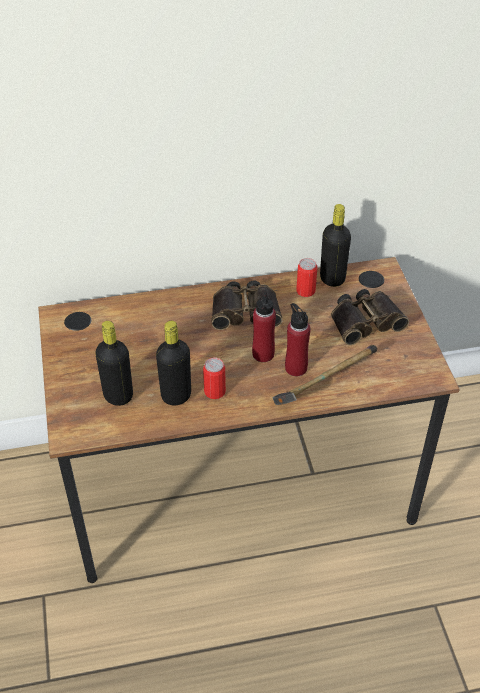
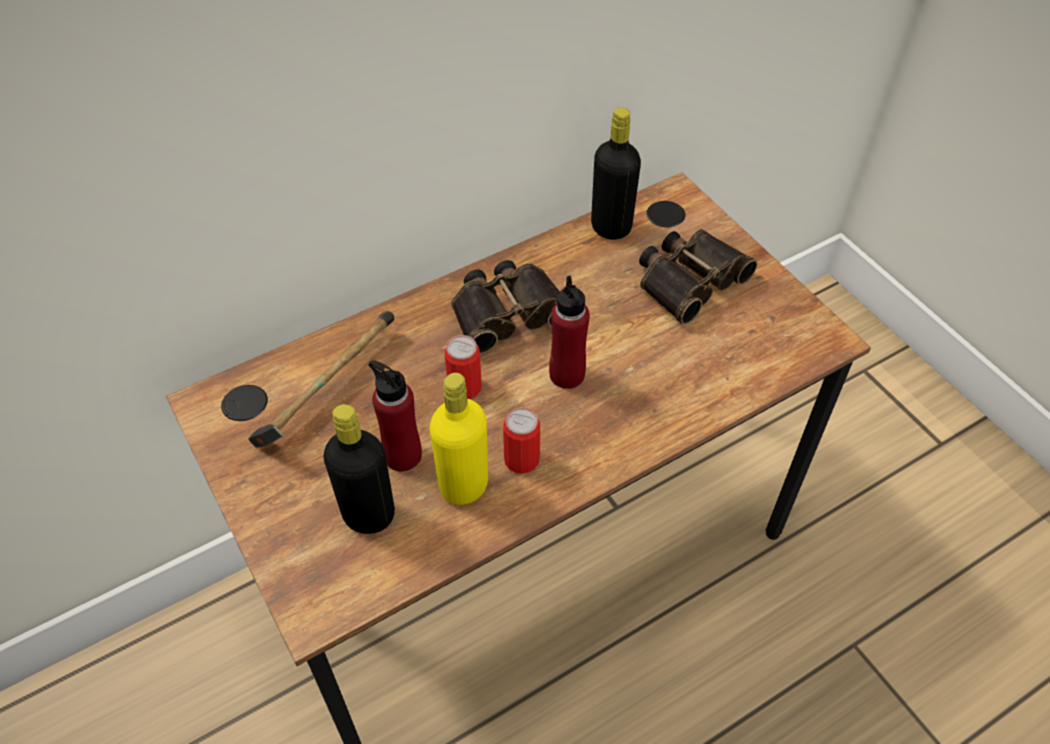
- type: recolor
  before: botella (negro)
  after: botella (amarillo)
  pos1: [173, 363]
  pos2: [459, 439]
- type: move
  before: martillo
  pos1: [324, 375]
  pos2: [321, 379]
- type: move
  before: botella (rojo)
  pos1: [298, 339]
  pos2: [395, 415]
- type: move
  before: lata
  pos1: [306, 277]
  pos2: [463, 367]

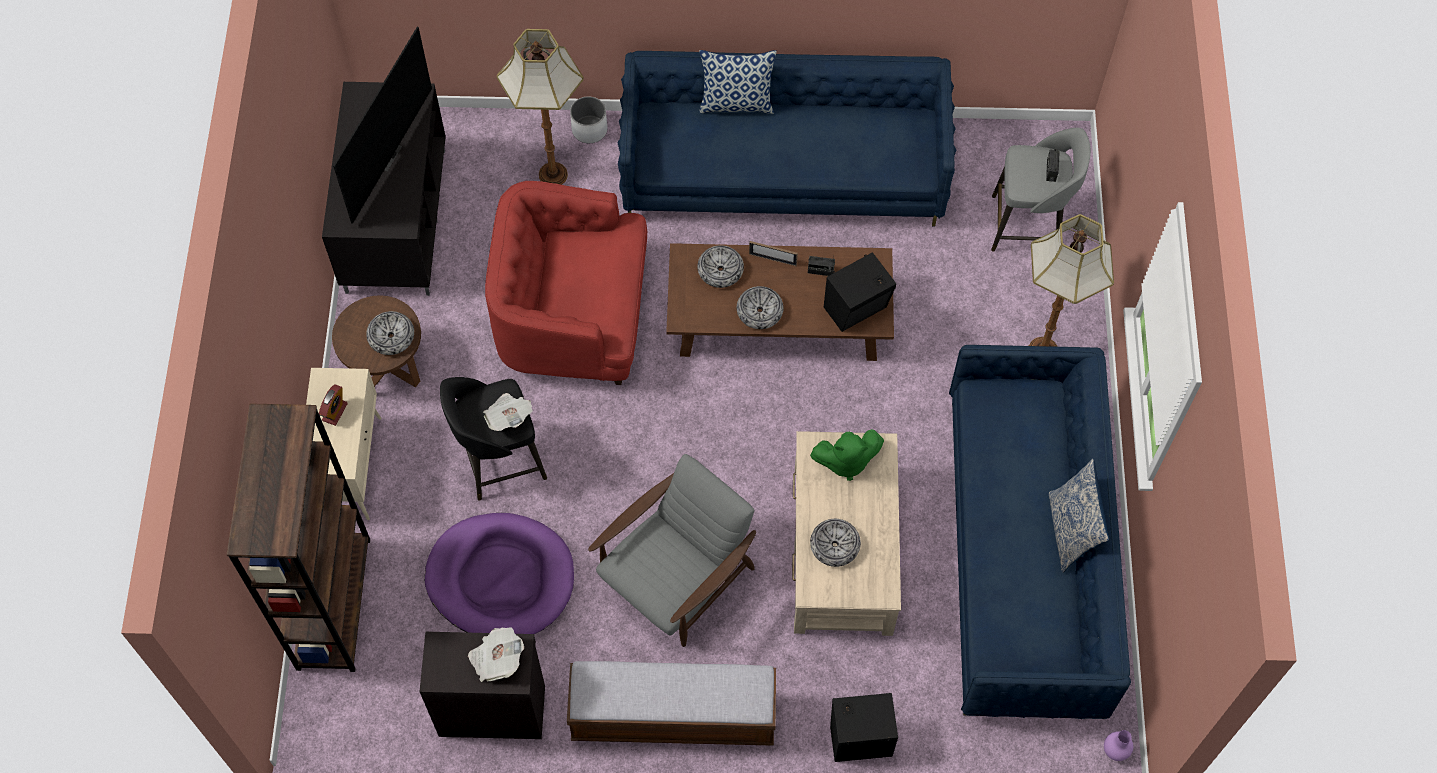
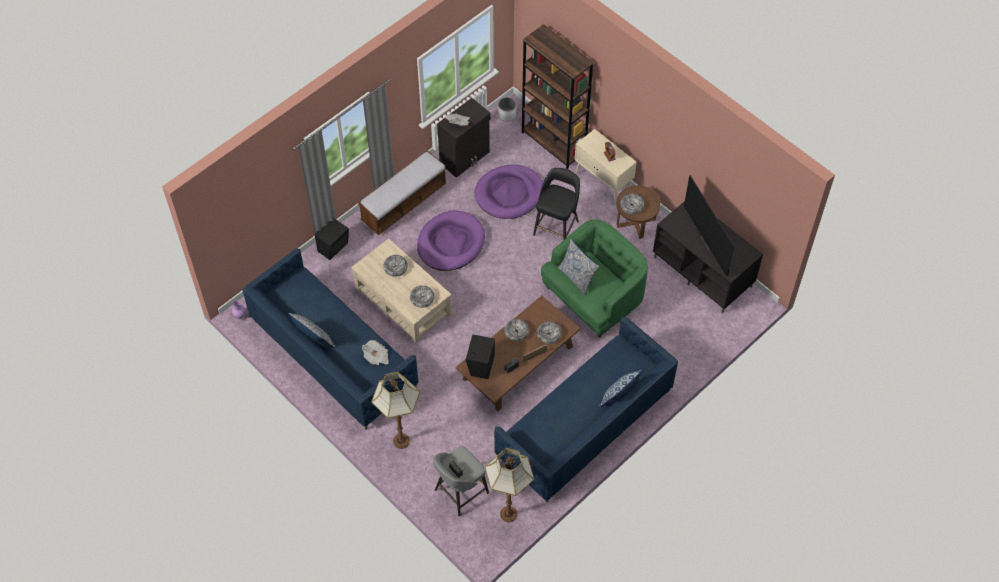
- type: move
  before: periódico
  pos1: [508, 412]
  pos2: [375, 352]
- type: recolor
  before: sillón (rojo)
  after: sillón (verde)
  pos1: [566, 283]
  pos2: [594, 278]
- type: move
  before: lámpara de pie
  pos1: [540, 107]
  pos2: [509, 485]
- type: move
  before: maceta (blanco)
  pos1: [589, 119]
  pos2: [507, 109]
- type: replace
  before: sillón (gris)
  after: cama para perro (morado)
  pos1: [672, 550]
  pos2: [451, 240]
- type: replace
  before: peluche (verde)
  after: cuenco
  pos1: [847, 455]
  pos2: [422, 296]
- type: insert
  after: cojín
  pos2: [578, 267]

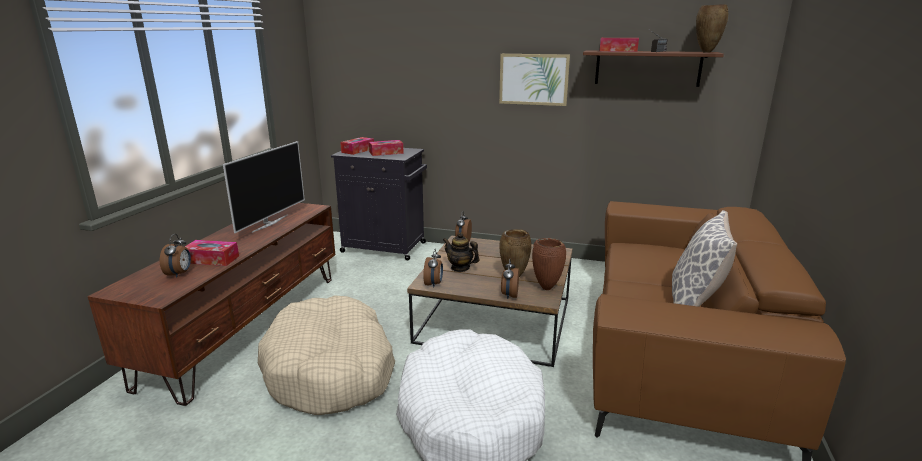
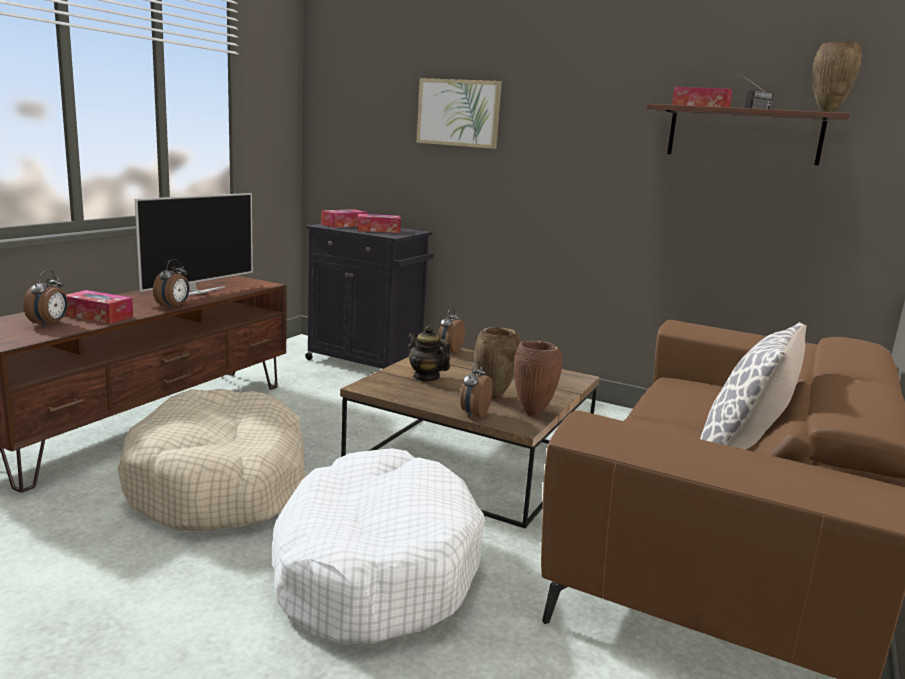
- type: move
  before: despertador
  pos1: [433, 268]
  pos2: [171, 284]
- type: move
  before: cuadro
  pos1: [534, 80]
  pos2: [459, 113]

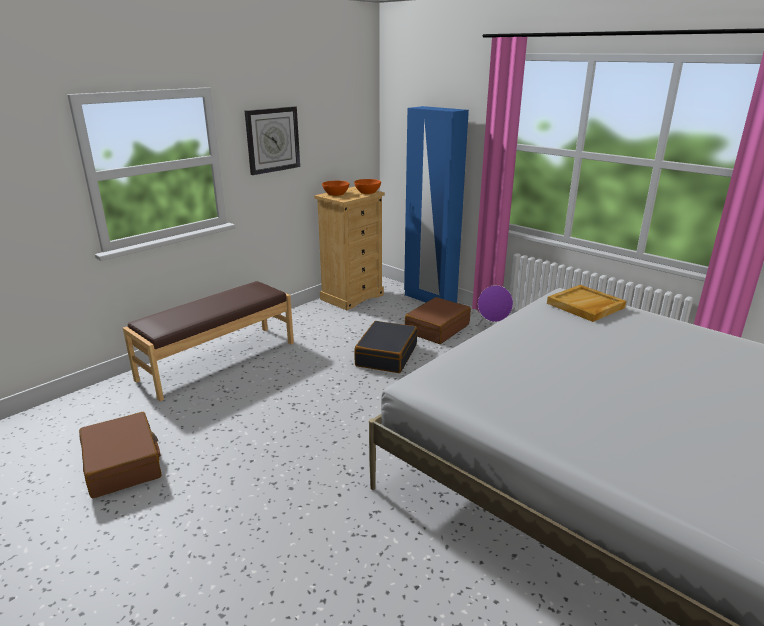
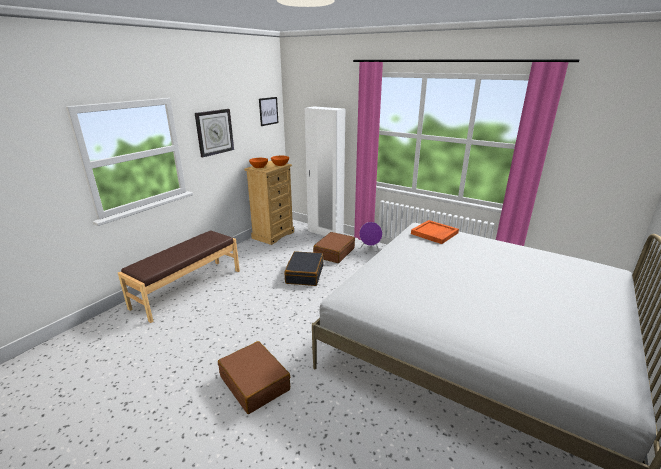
- type: move
  before: maleta (marrón)
  pos1: [120, 455]
  pos2: [254, 377]
- type: recolor
  before: armario ropero (azul)
  after: armario ropero (blanco)
  pos1: [436, 204]
  pos2: [325, 171]
- type: recolor
  before: bandeja (beis)
  after: bandeja (naranja)
  pos1: [586, 303]
  pos2: [435, 232]
- type: insert
  after: cuadro
  pos2: [268, 111]

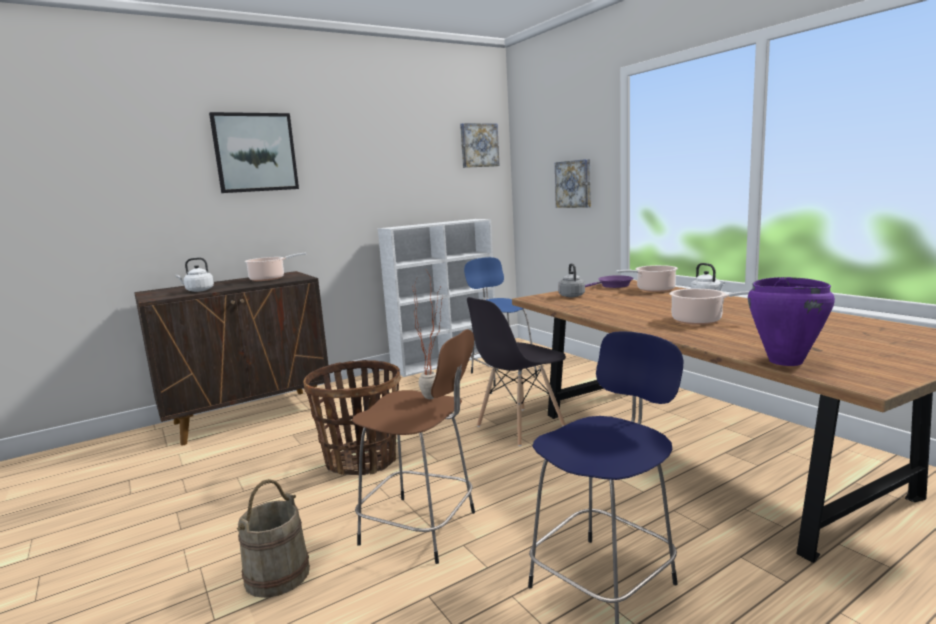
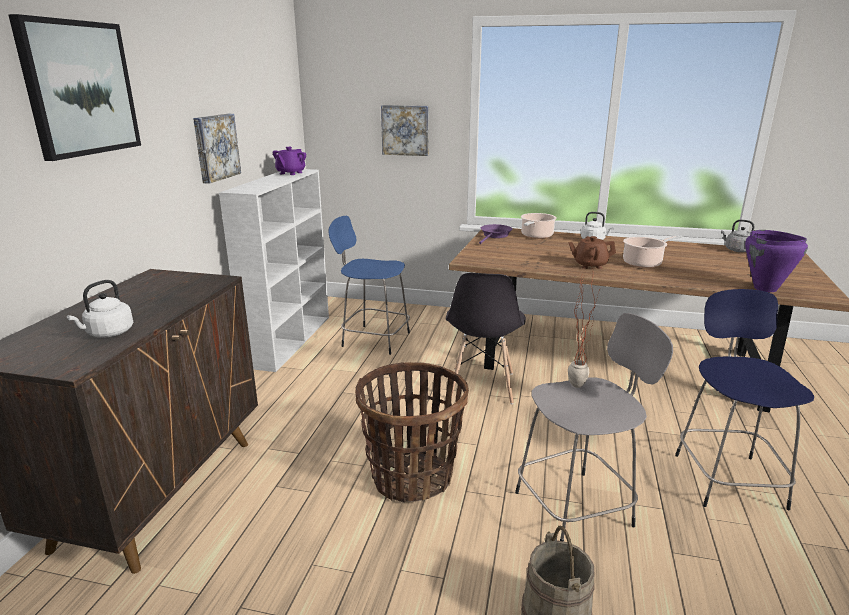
- type: delete
  before: olla
  pos1: [275, 267]
- type: recolor
  before: taburete (marrón)
  after: taburete (gris)
  pos1: [413, 446]
  pos2: [594, 427]
- type: move
  before: cuadro
  pos1: [480, 145]
  pos2: [217, 149]
- type: move
  before: hervidor (gris)
  pos1: [571, 280]
  pos2: [738, 236]
- type: insert
  after: tetera (morado)
  pos2: [289, 161]
- type: insert
  after: tetera (marrón)
  pos2: [592, 252]

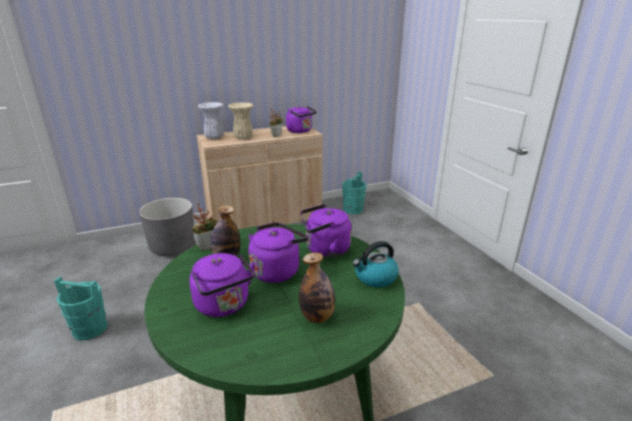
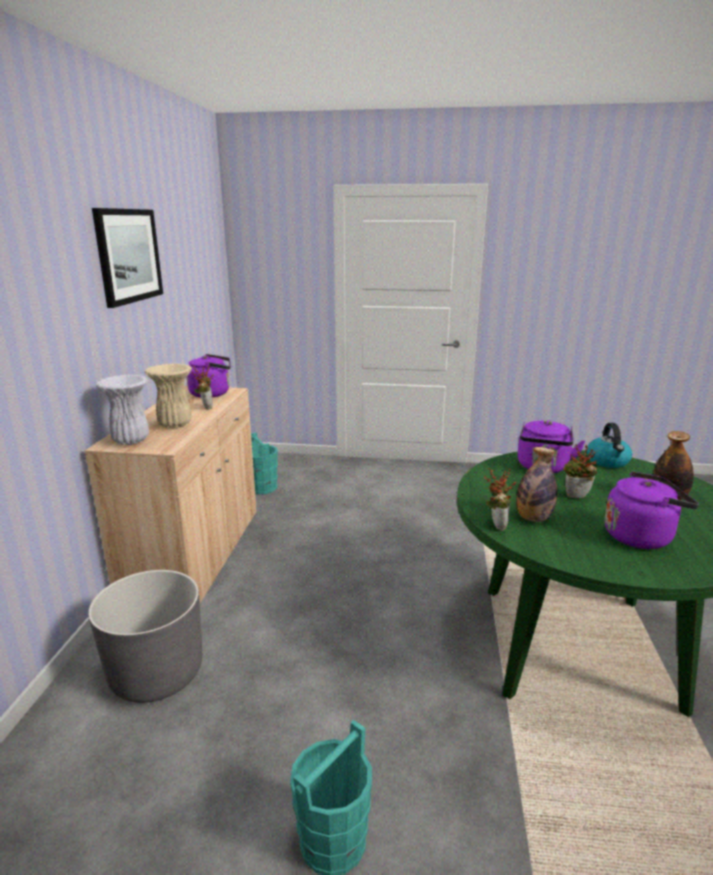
- type: replace
  before: hervidor (morado)
  after: planta en maceta
  pos1: [278, 252]
  pos2: [580, 471]
- type: insert
  after: cuadro
  pos2: [127, 258]

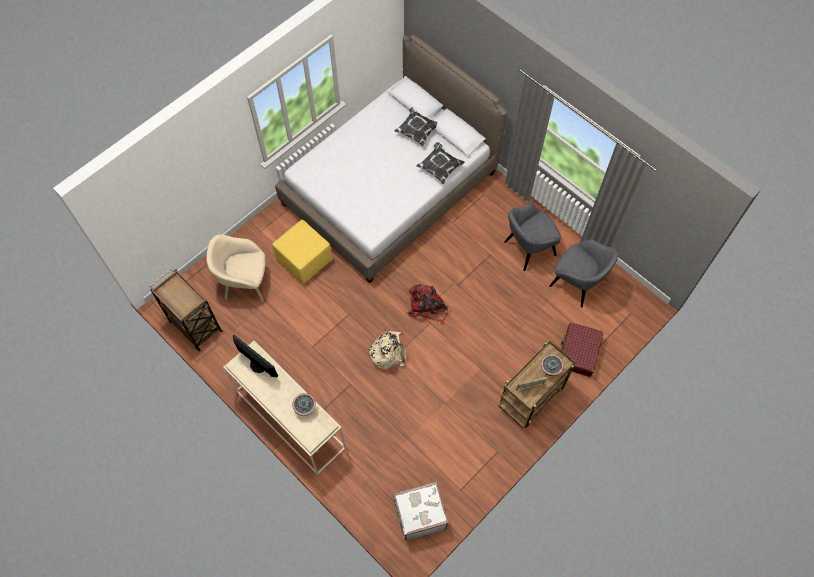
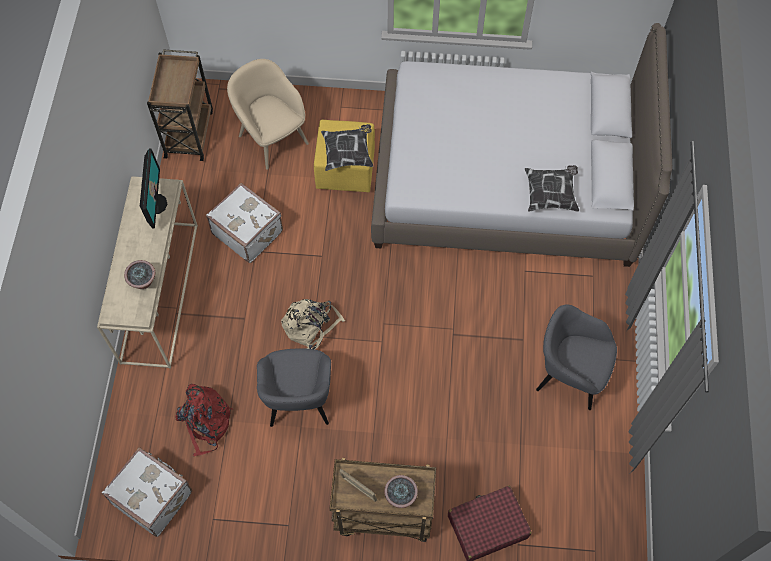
- type: move
  before: cojín
  pos1: [416, 126]
  pos2: [347, 147]
- type: move
  before: mochila (rojo)
  pos1: [427, 305]
  pos2: [204, 420]
- type: move
  before: sillón (gris)
  pos1: [583, 273]
  pos2: [294, 387]
- type: insert
  after: maleta (blanco)
  pos2: [244, 223]

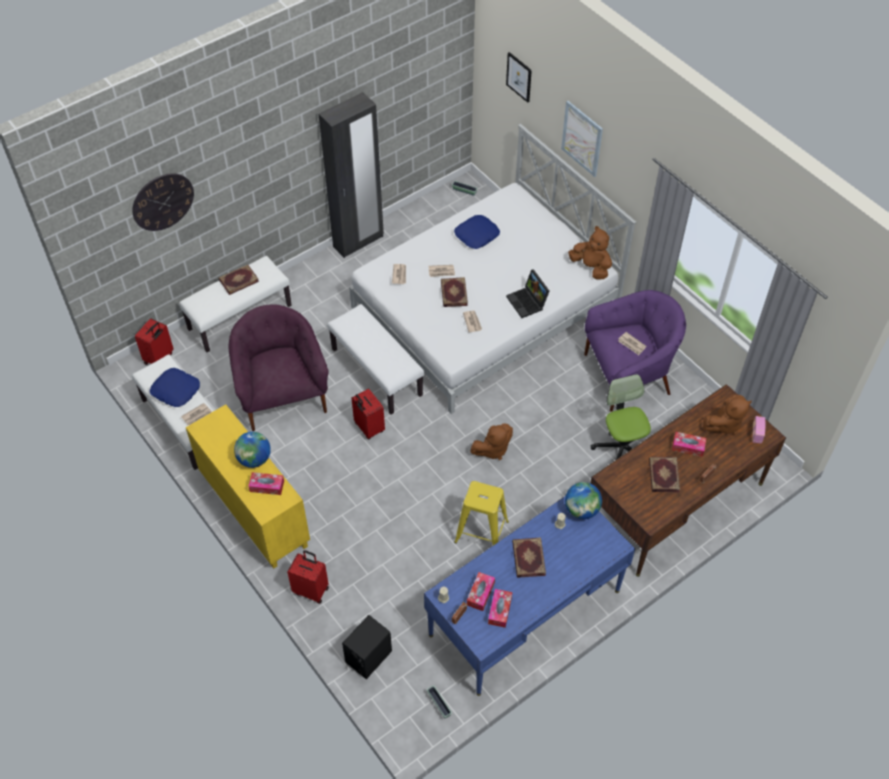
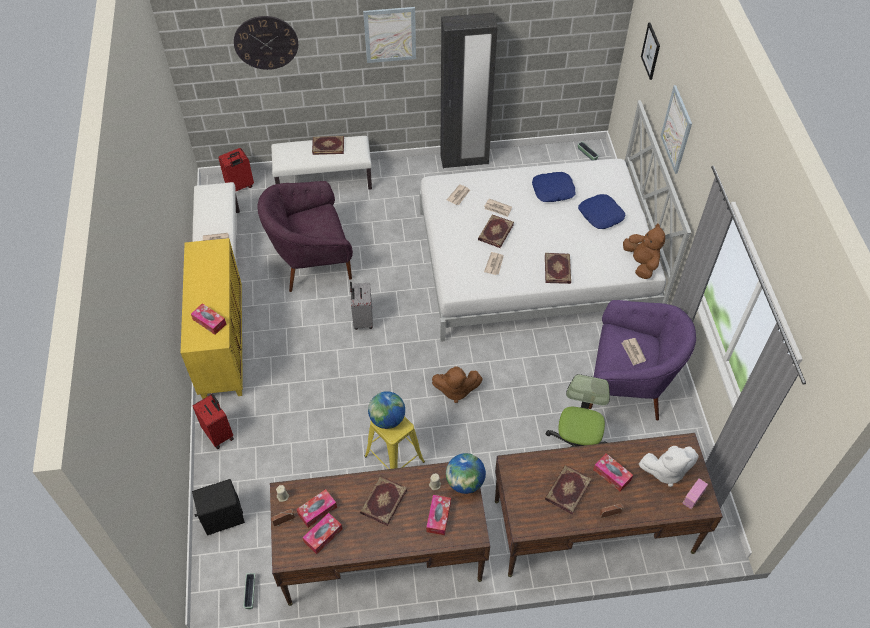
- type: move
  before: cojín (azul)
  pos1: [175, 387]
  pos2: [601, 211]
- type: rotate
  before: sillón (morado)
  pos1: [278, 367]
  pos2: [305, 236]
  turn: -120
- type: move
  before: globo terráqueo
  pos1: [252, 450]
  pos2: [386, 410]
- type: delete
  before: banco (blanco)
  pos1: [375, 359]
- type: recolor
  before: maleta (rojo)
  after: maleta (gris)
  pos1: [368, 414]
  pos2: [361, 306]
- type: recolor
  before: escritorio (azul)
  after: escritorio (marrón)
  pos1: [529, 596]
  pos2: [380, 534]
- type: replace
  before: portátil
  after: libro
  pos1: [528, 293]
  pos2: [558, 268]
- type: recolor
  before: peluche (marrón)
  after: peluche (blanco)
  pos1: [727, 415]
  pos2: [669, 466]
- type: insert
  after: cuadro
  pos2: [389, 35]
- type: insert
  after: caja de pañuelos
  pos2: [438, 515]

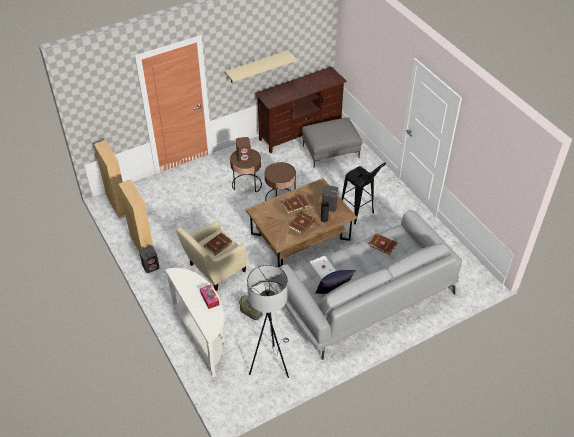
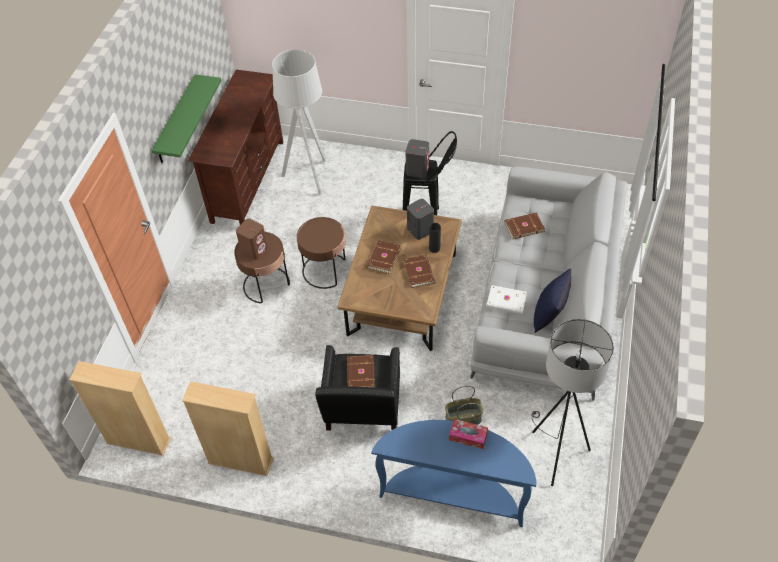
- type: move
  before: altavoz (gris)
  pos1: [149, 259]
  pos2: [417, 158]
- type: recolor
  before: mesa consola (blanco)
  after: mesa consola (azul)
  pos1: [195, 322]
  pos2: [453, 473]
- type: recolor
  before: sillón (beis)
  after: sillón (negro)
  pos1: [211, 255]
  pos2: [357, 387]
- type: recolor
  before: estante (beis)
  after: estante (verde)
  pos1: [260, 66]
  pos2: [186, 118]
- type: replace
  before: puf (gris)
  after: lámpara de pie (gris)
  pos1: [332, 142]
  pos2: [299, 122]

